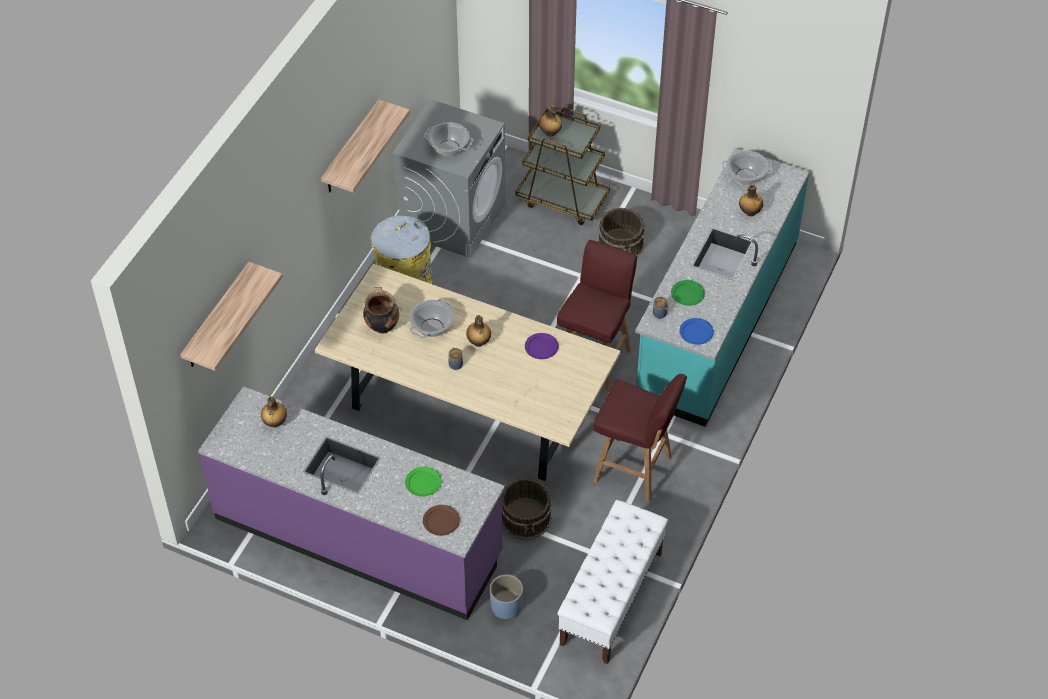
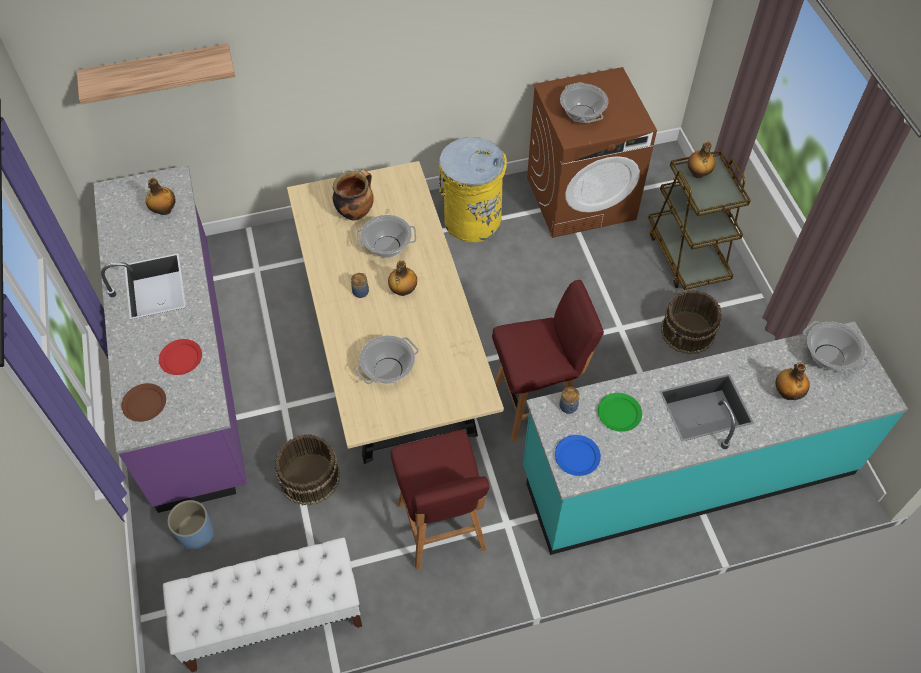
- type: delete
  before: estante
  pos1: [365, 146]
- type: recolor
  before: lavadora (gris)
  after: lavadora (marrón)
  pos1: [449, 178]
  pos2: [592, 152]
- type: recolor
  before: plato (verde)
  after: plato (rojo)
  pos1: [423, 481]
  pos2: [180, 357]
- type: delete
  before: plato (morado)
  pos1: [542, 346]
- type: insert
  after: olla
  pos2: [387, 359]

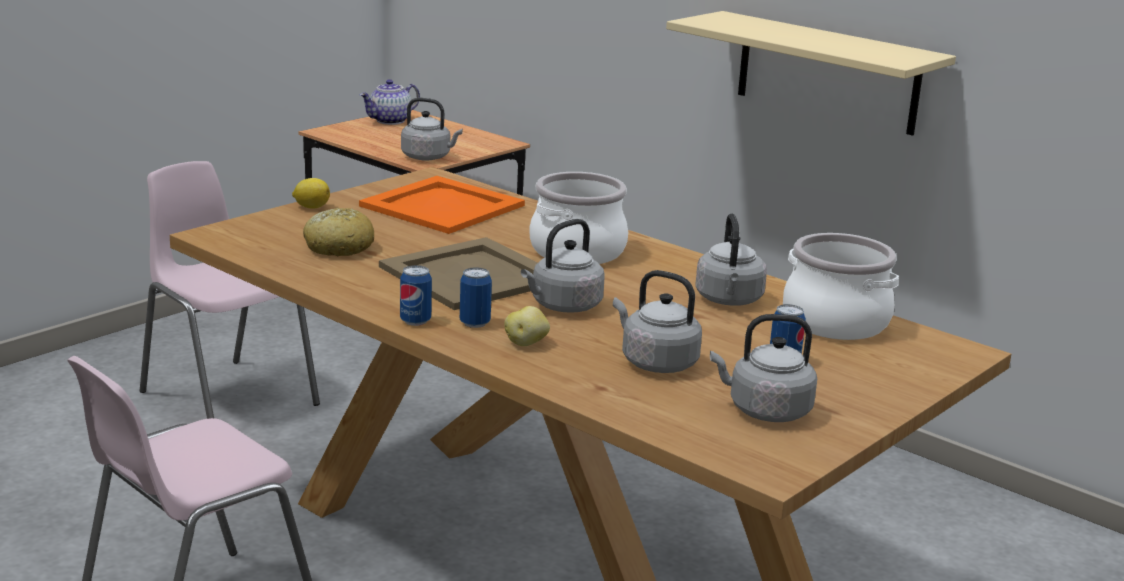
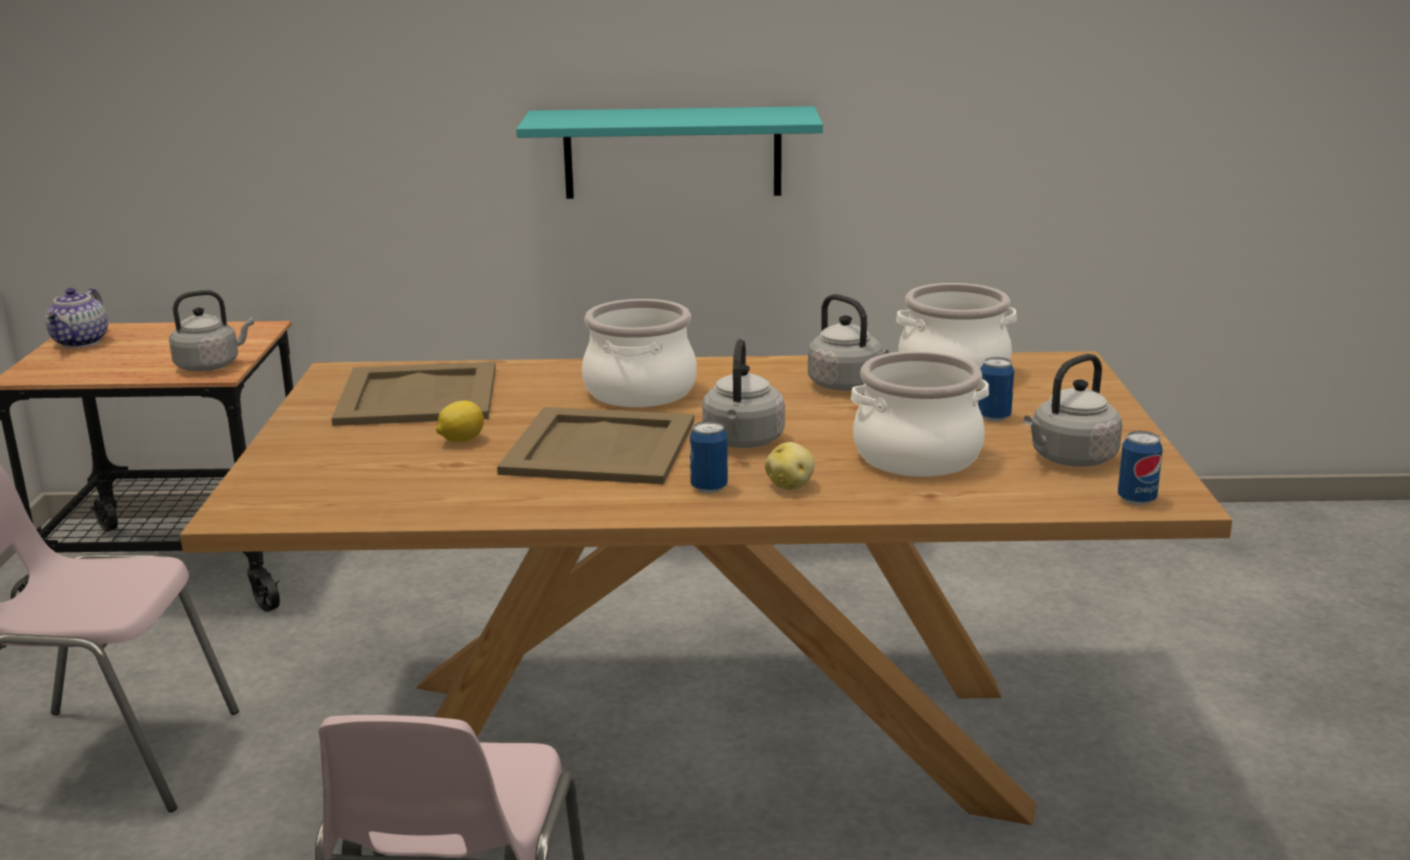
- type: move
  before: limón
  pos1: [311, 193]
  pos2: [460, 422]
- type: delete
  before: pan
  pos1: [338, 232]
- type: recolor
  before: bandeja (naranja)
  after: bandeja (beis)
  pos1: [442, 205]
  pos2: [413, 394]
- type: move
  before: lata
  pos1: [416, 295]
  pos2: [1140, 468]
- type: replace
  before: hervidor (gris)
  after: olla
  pos1: [657, 321]
  pos2: [920, 414]
- type: recolor
  before: estante (beis)
  after: estante (turquesa)
  pos1: [811, 73]
  pos2: [669, 152]

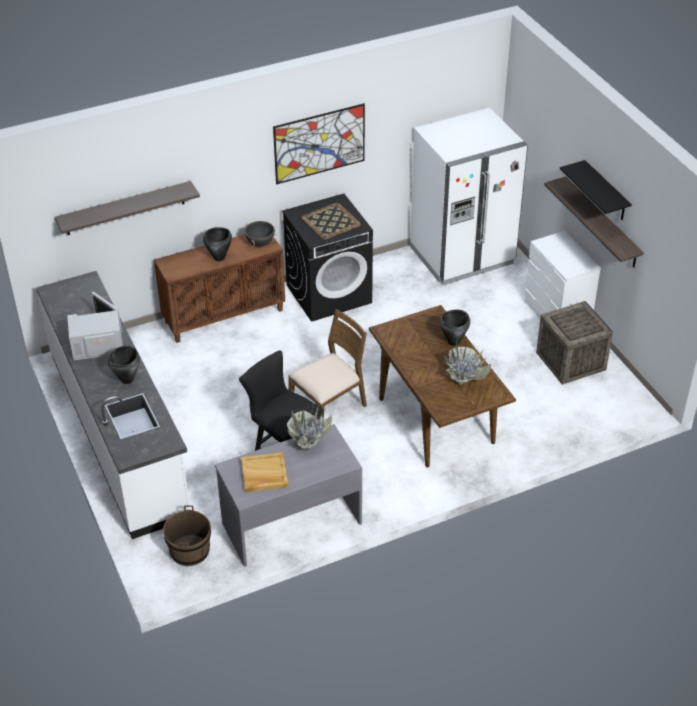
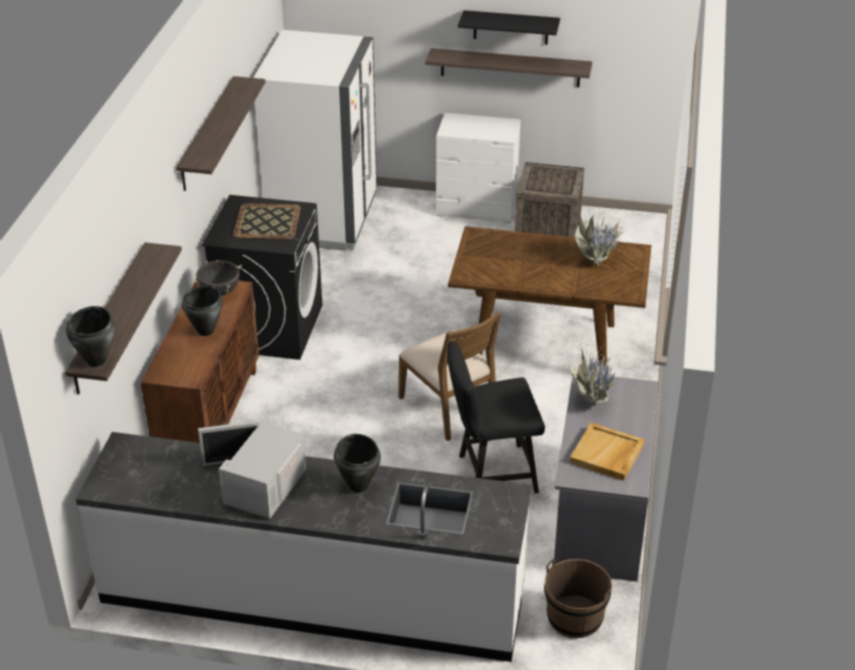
- type: replace
  before: cuadro
  after: estante
  pos1: [319, 144]
  pos2: [220, 133]
- type: rotate
  before: silla (marrón)
  pos1: [327, 365]
  pos2: [449, 376]
  turn: 150
- type: move
  before: olla (negro)
  pos1: [454, 328]
  pos2: [90, 336]

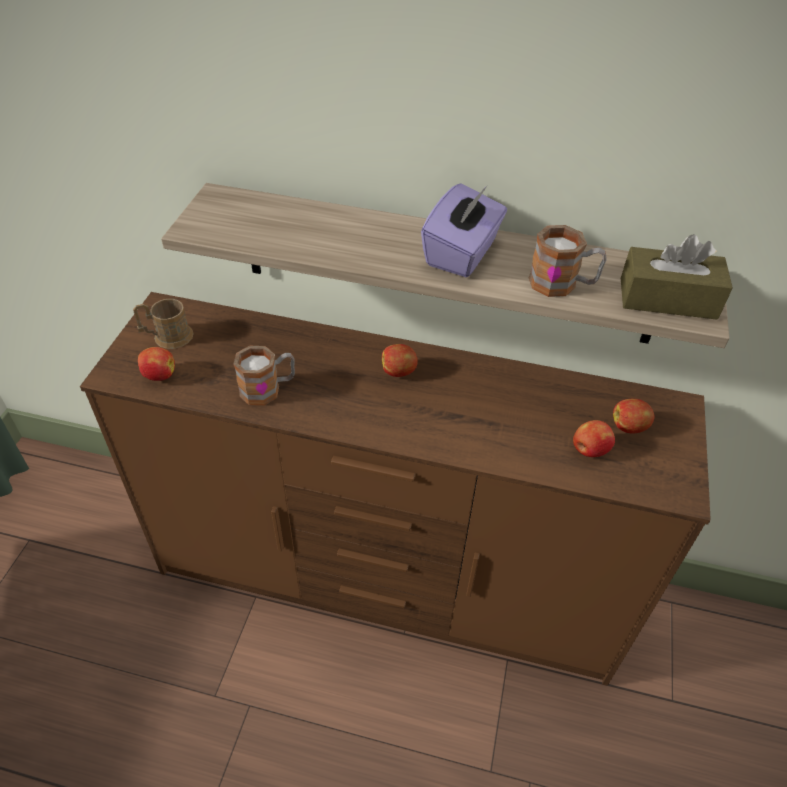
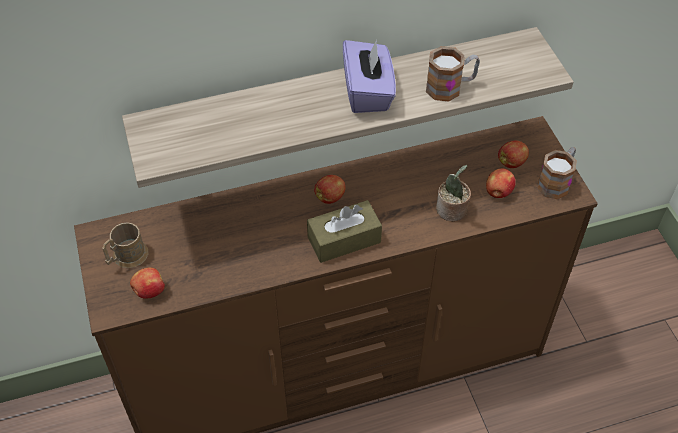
- type: move
  before: taza grande
  pos1: [264, 376]
  pos2: [557, 173]
- type: move
  before: caja de pañuelos (marrón)
  pos1: [677, 277]
  pos2: [344, 231]
- type: insert
  after: planta en maceta
  pos2: [453, 193]

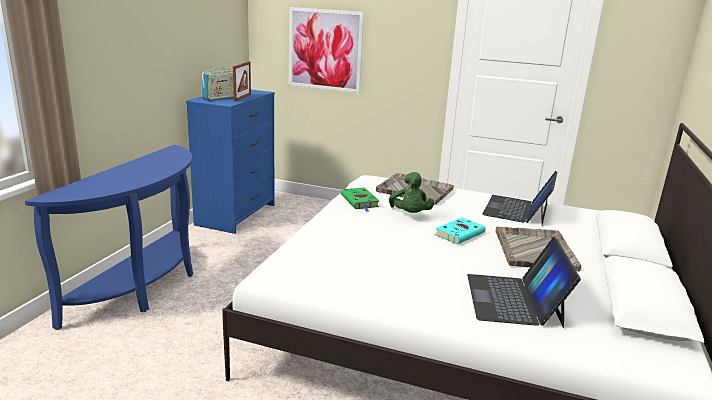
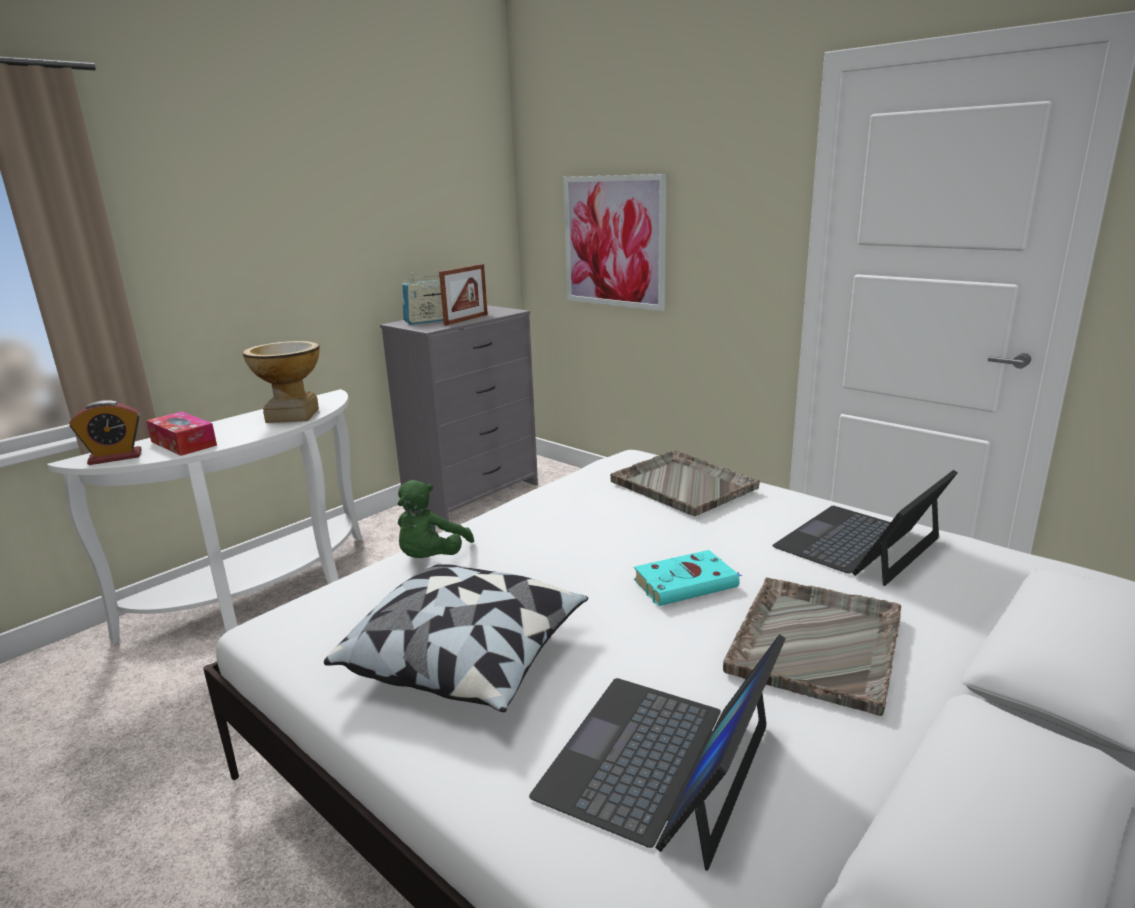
- type: recolor
  before: mesa consola (azul)
  after: mesa consola (blanco)
  pos1: [109, 237]
  pos2: [204, 516]
- type: recolor
  before: cómoda (azul)
  after: cómoda (gris)
  pos1: [230, 162]
  pos2: [459, 413]
- type: delete
  before: libro (verde)
  pos1: [360, 199]
- type: move
  before: peluche (verde)
  pos1: [411, 192]
  pos2: [436, 519]
- type: insert
  after: despertador
  pos2: [105, 432]
- type: insert
  after: caja de pañuelos
  pos2: [181, 434]
- type: insert
  after: florero
  pos2: [281, 382]
- type: insert
  after: cojín
  pos2: [456, 637]

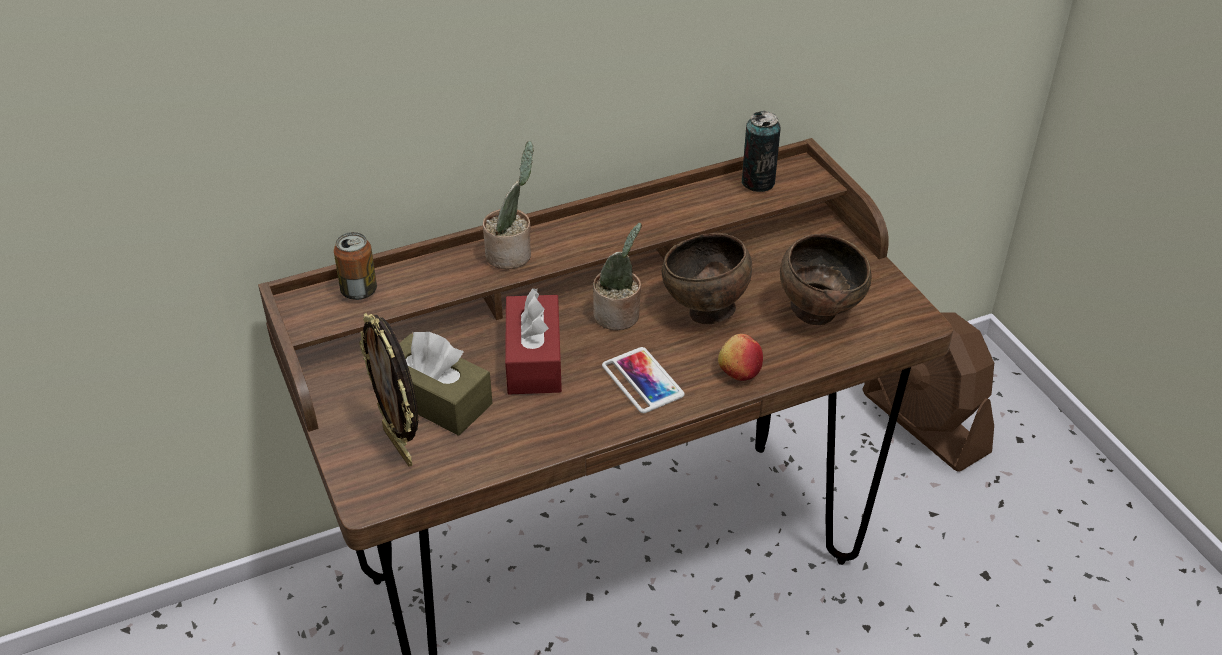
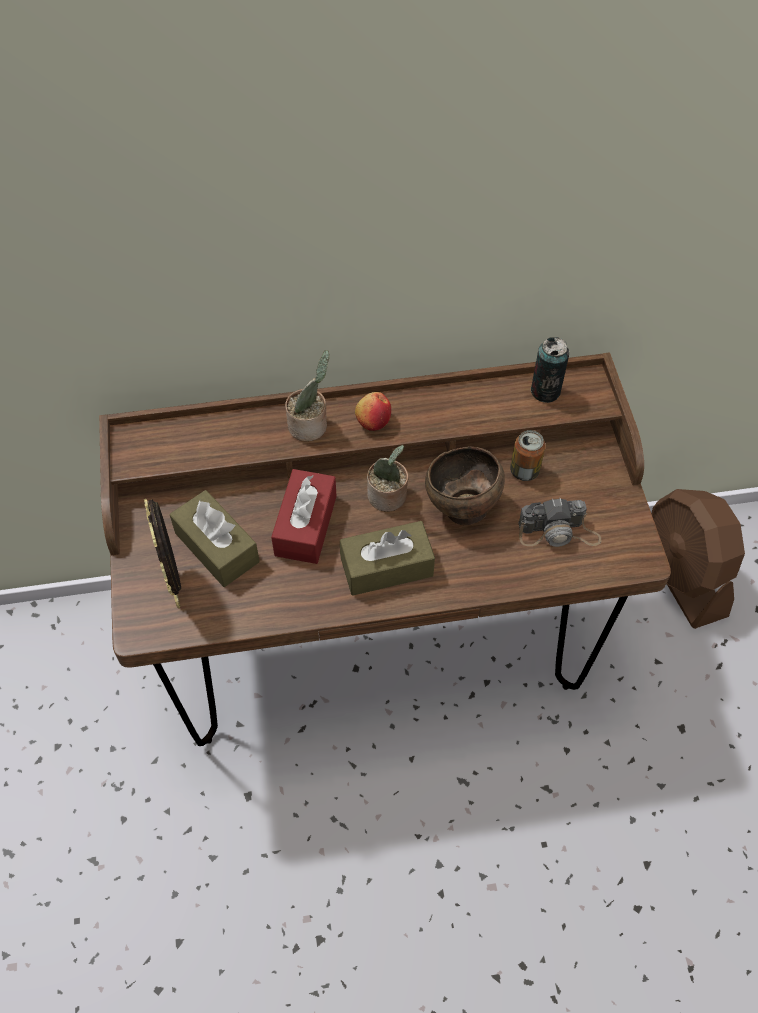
- type: move
  before: lata
  pos1: [355, 266]
  pos2: [528, 455]
- type: replace
  before: móvil
  after: caja de pañuelos (marrón)
  pos1: [643, 380]
  pos2: [387, 558]
- type: move
  before: manzana
  pos1: [740, 357]
  pos2: [373, 411]
- type: replace
  before: cuenco (marrón)
  after: cámara
  pos1: [826, 279]
  pos2: [560, 522]

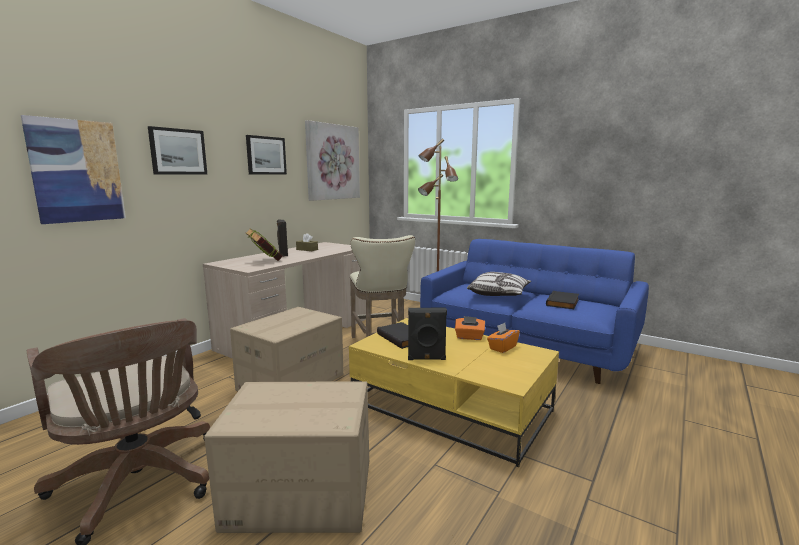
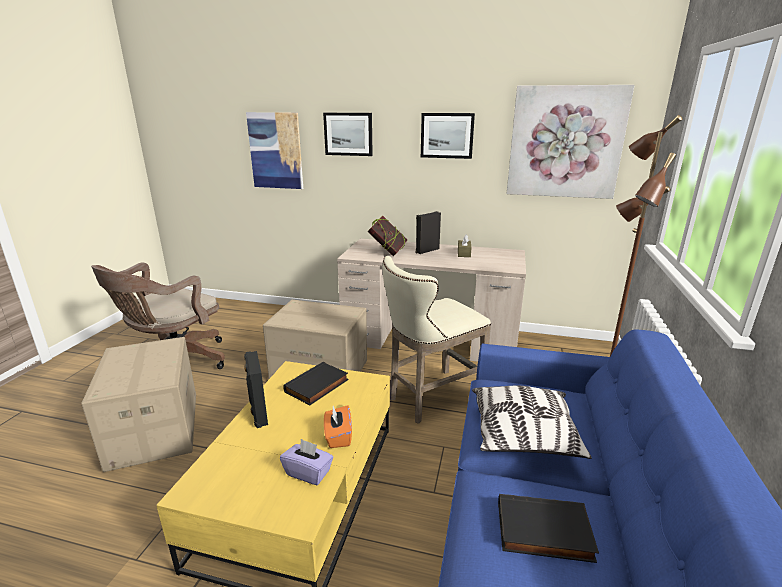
- type: recolor
  before: caja de pañuelos (naranja)
  after: caja de pañuelos (morado)
  pos1: [503, 338]
  pos2: [306, 462]

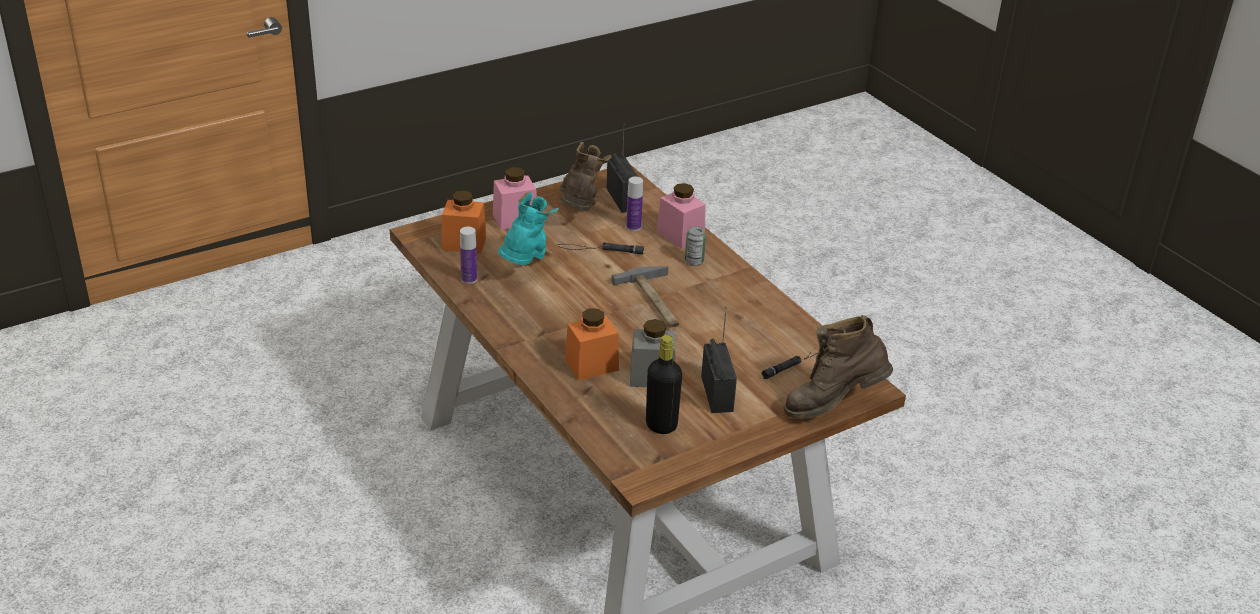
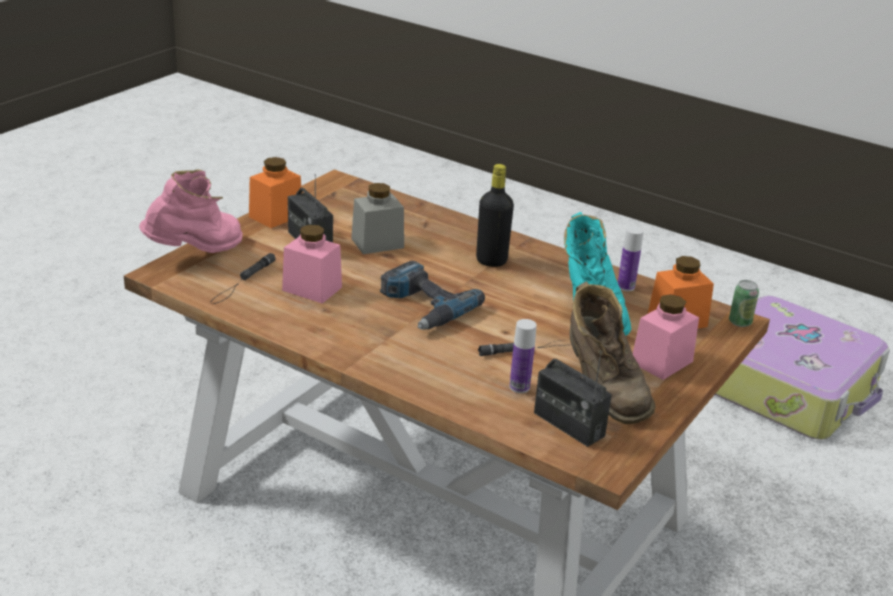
- type: move
  before: tarro (naranja)
  pos1: [592, 344]
  pos2: [275, 192]
- type: replace
  before: martillo
  after: taladro
  pos1: [645, 297]
  pos2: [432, 295]
- type: move
  before: botella (negro)
  pos1: [664, 384]
  pos2: [495, 215]
- type: move
  before: tarro (rosa)
  pos1: [681, 216]
  pos2: [312, 264]
- type: move
  before: lata
  pos1: [695, 246]
  pos2: [744, 303]
- type: recolor
  before: bota (marrón)
  after: bota (rosa)
  pos1: [838, 367]
  pos2: [191, 211]
- type: insert
  after: maleta
  pos2: [802, 368]

